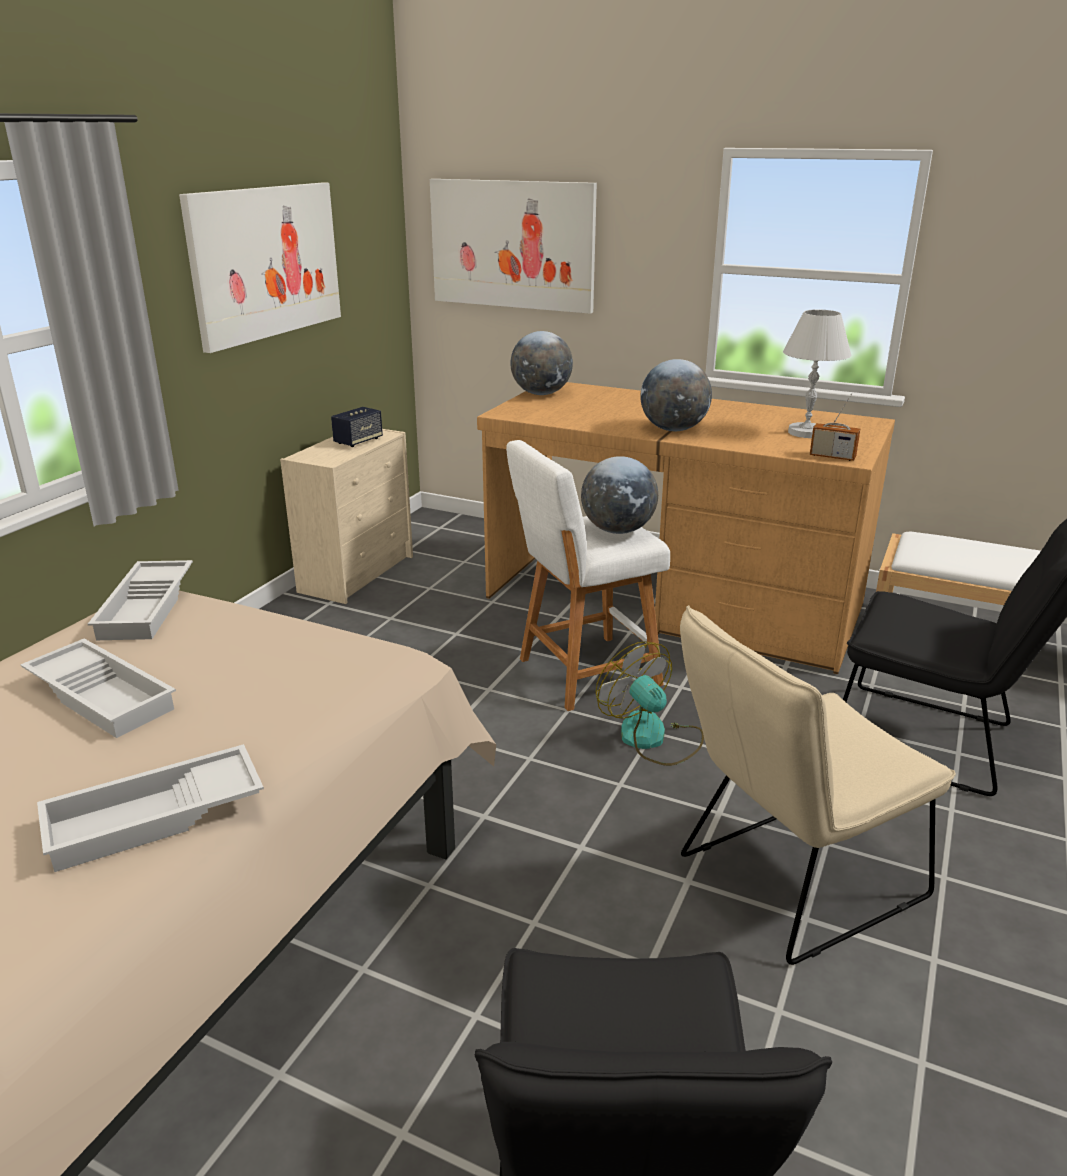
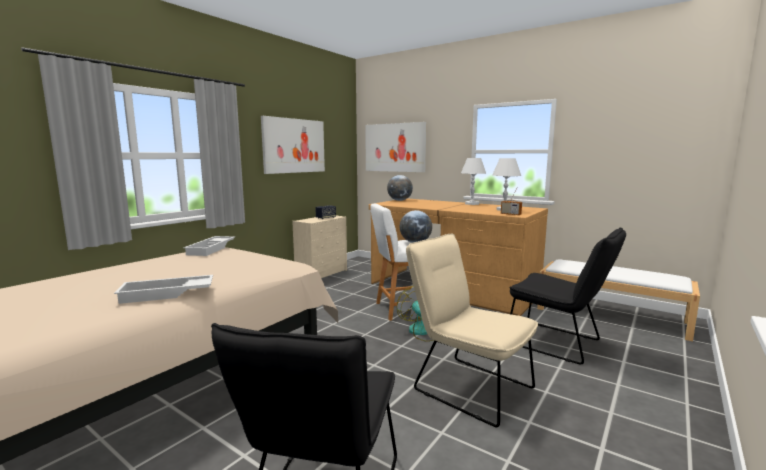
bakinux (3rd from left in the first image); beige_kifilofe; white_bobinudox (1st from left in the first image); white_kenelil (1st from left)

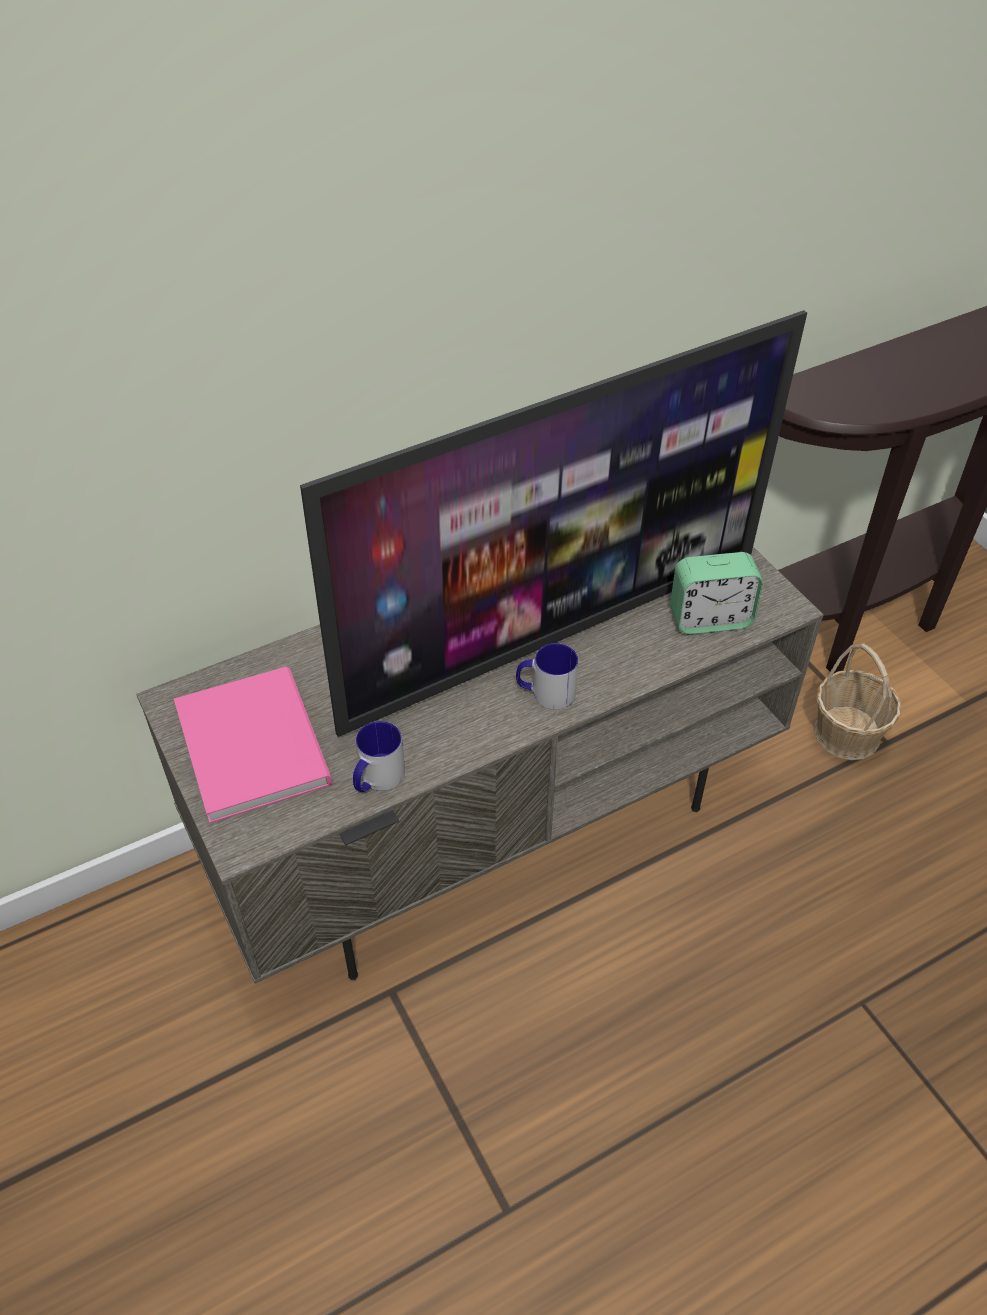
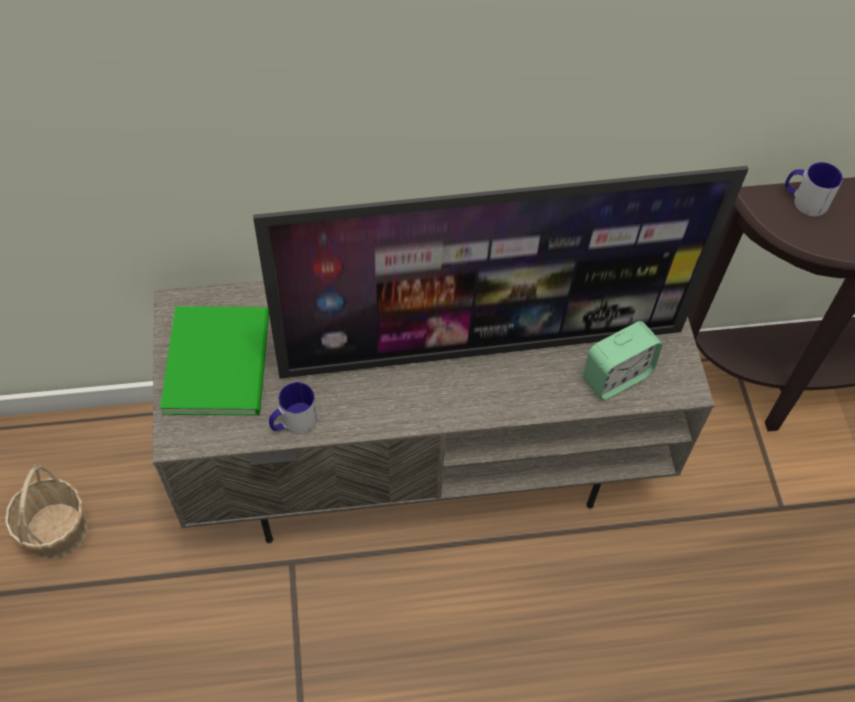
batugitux; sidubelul (2nd from left); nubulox; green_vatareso

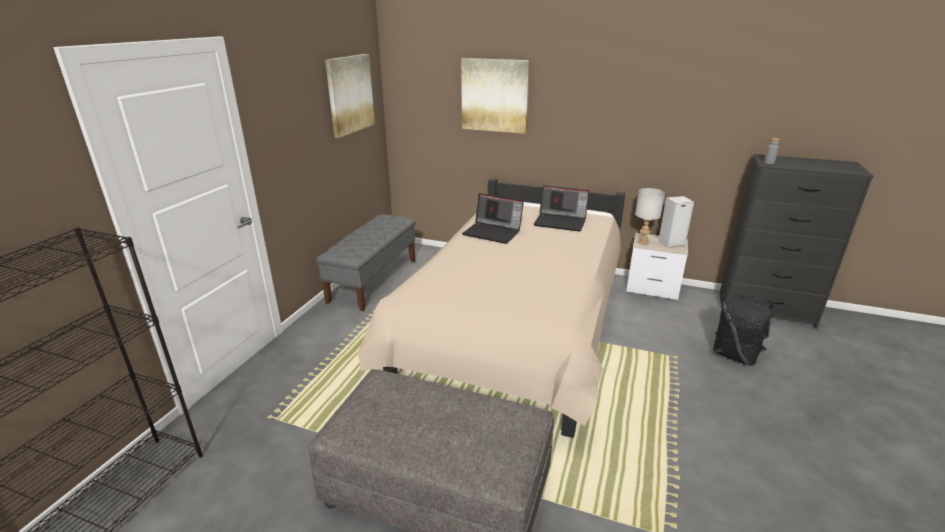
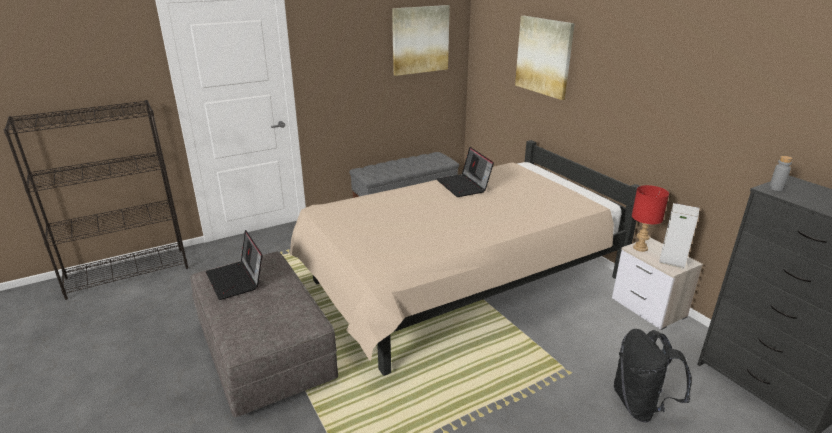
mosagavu (1st from left); red_kenelil

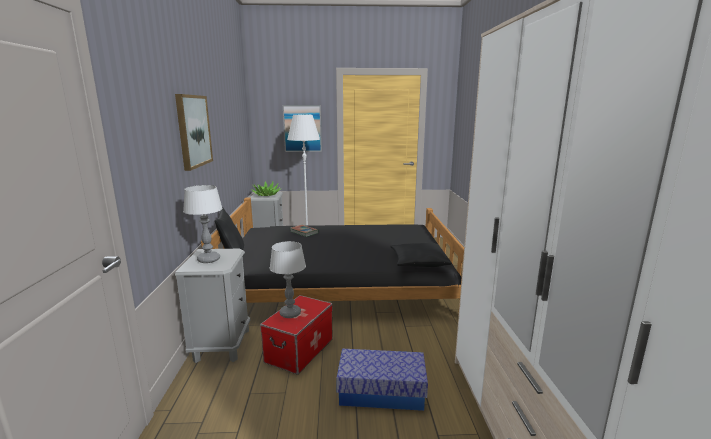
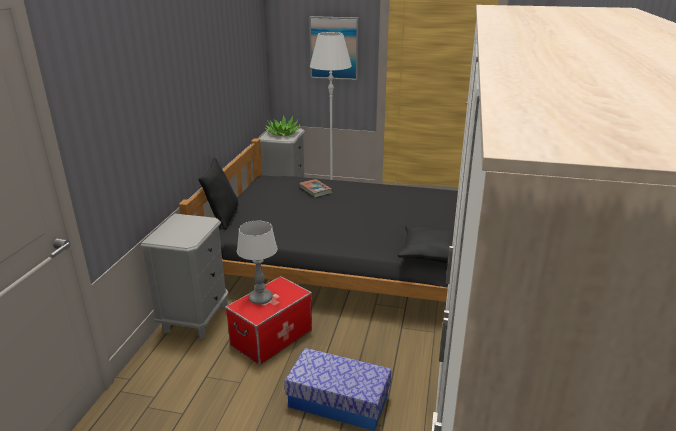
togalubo (1st from left in the first image); kenelil (1st from left in the first image)

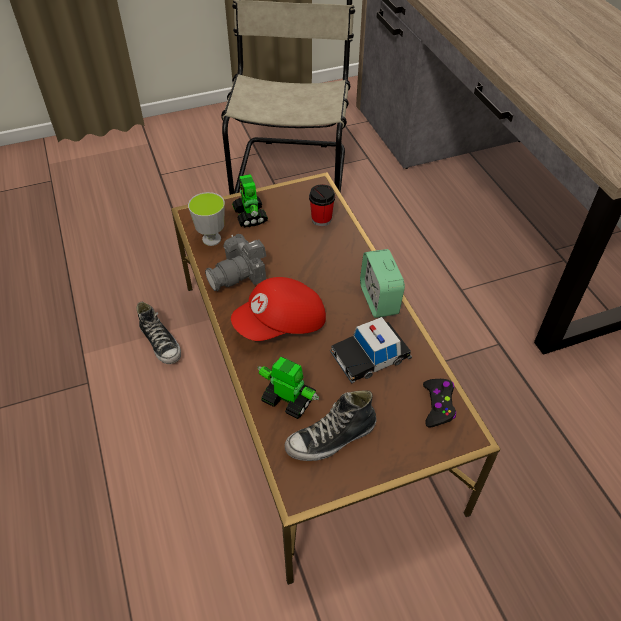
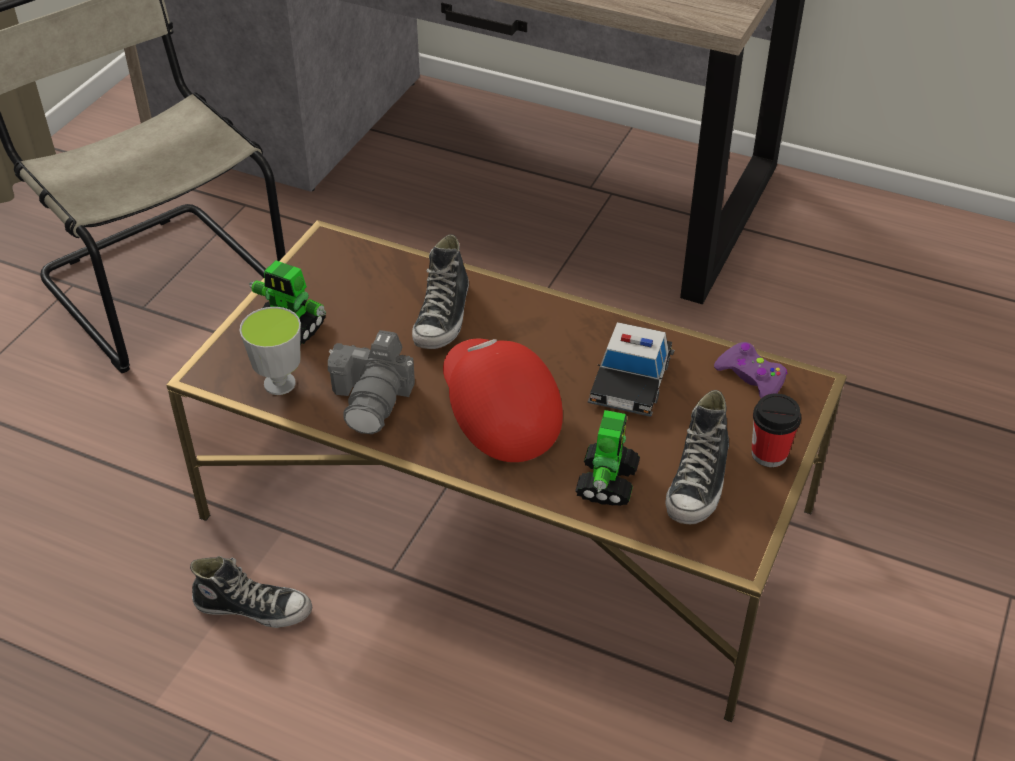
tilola (2nd from left); batugitux; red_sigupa; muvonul (2nd from left); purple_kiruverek; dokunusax (2nd from left)

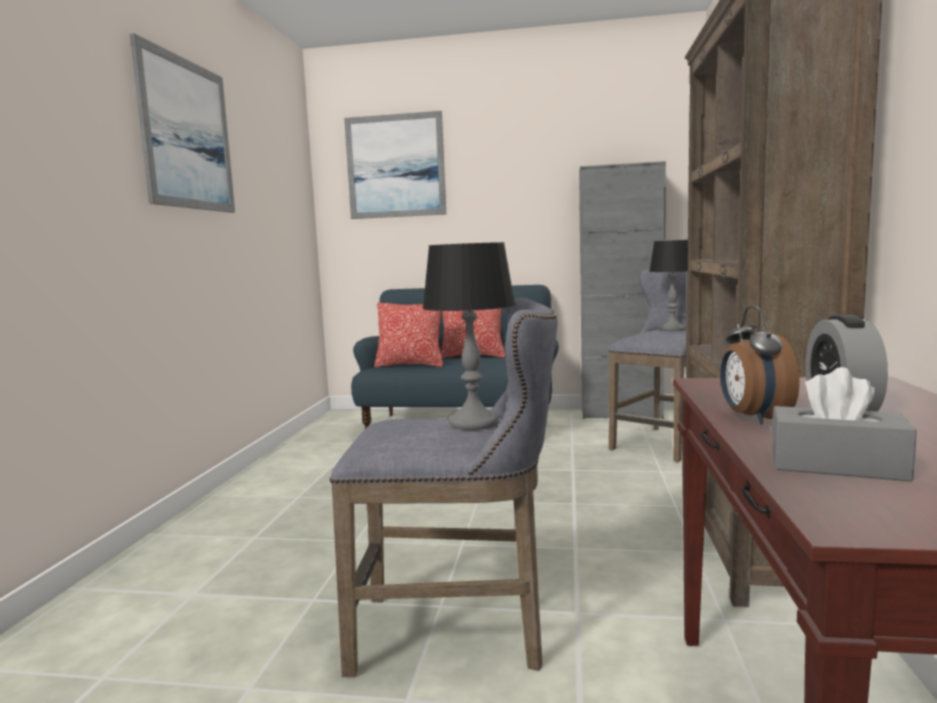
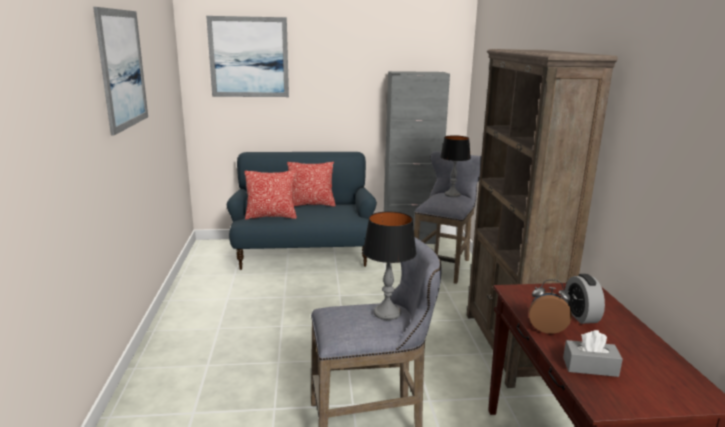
batugitux (1st from left)

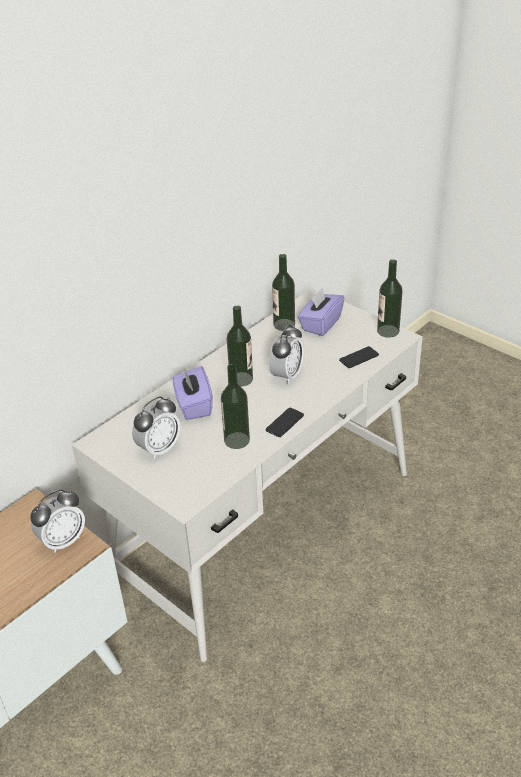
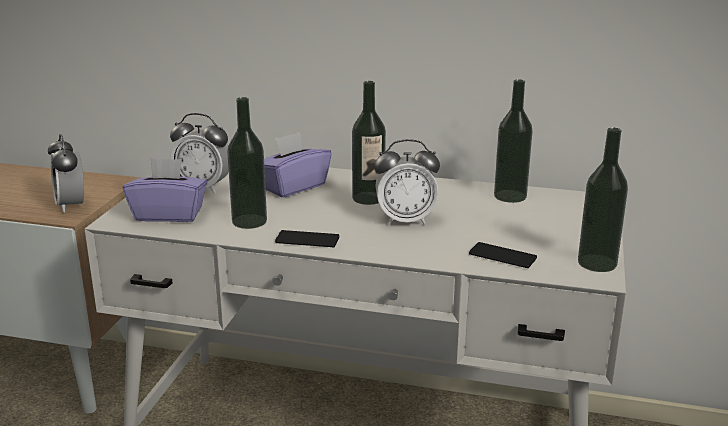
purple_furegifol (1st from left); batugitux (1st from left)

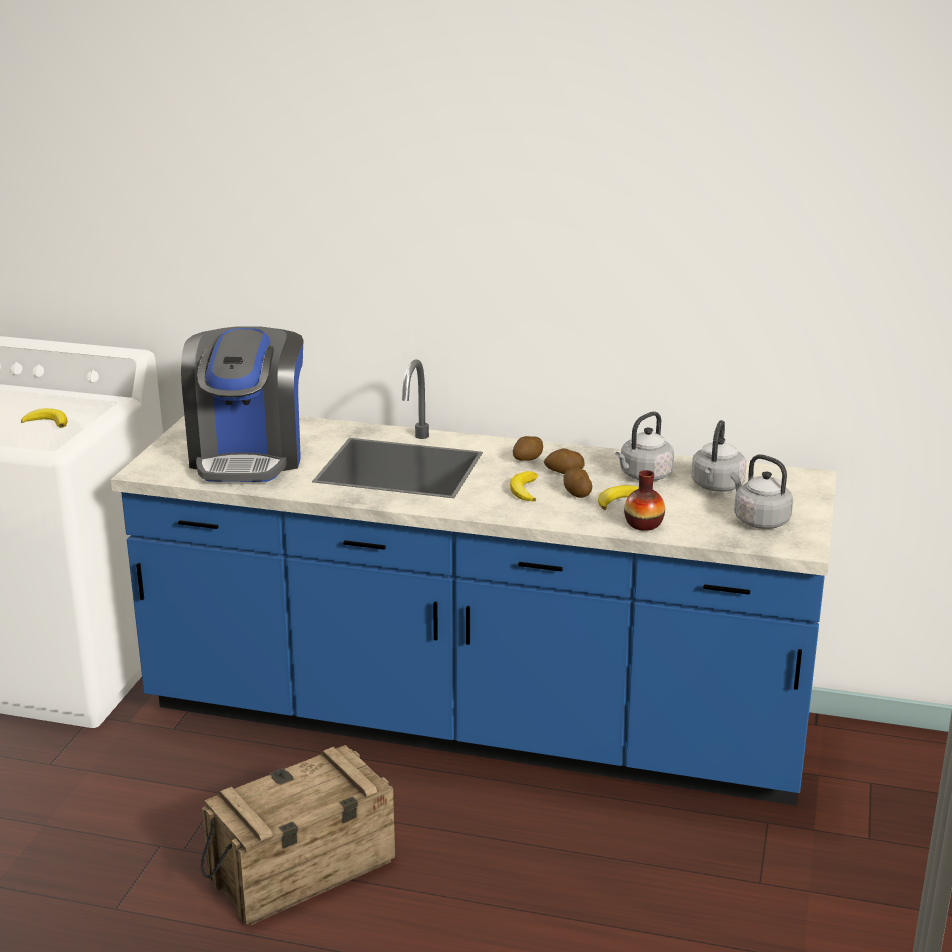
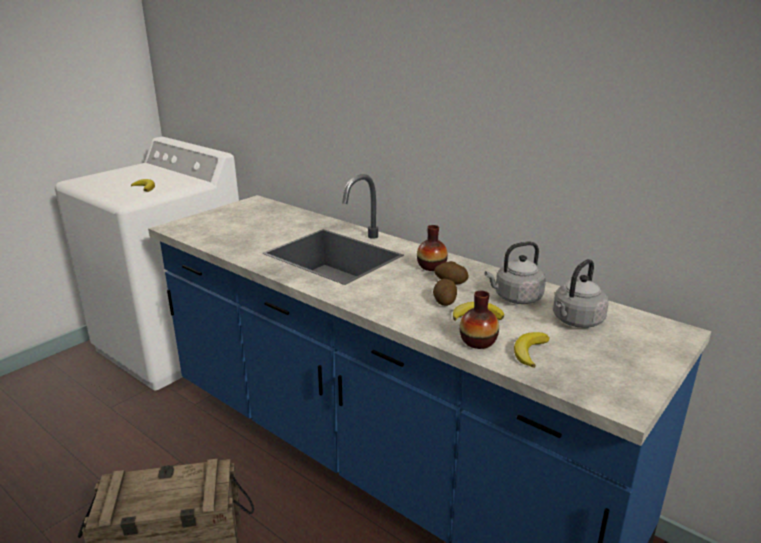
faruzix; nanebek (1st from left); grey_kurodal (3rd from left in the first image); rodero (3rd from left)

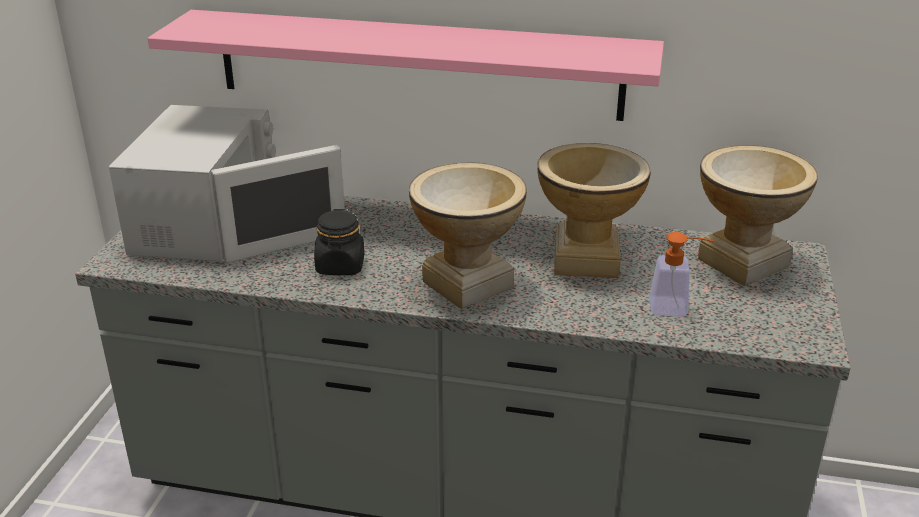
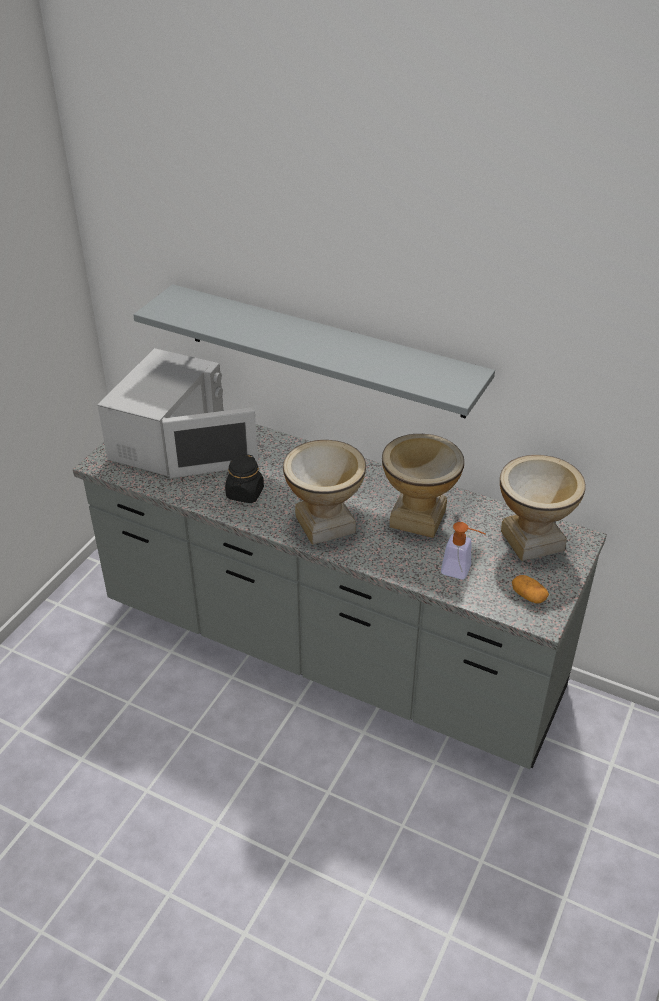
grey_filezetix; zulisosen

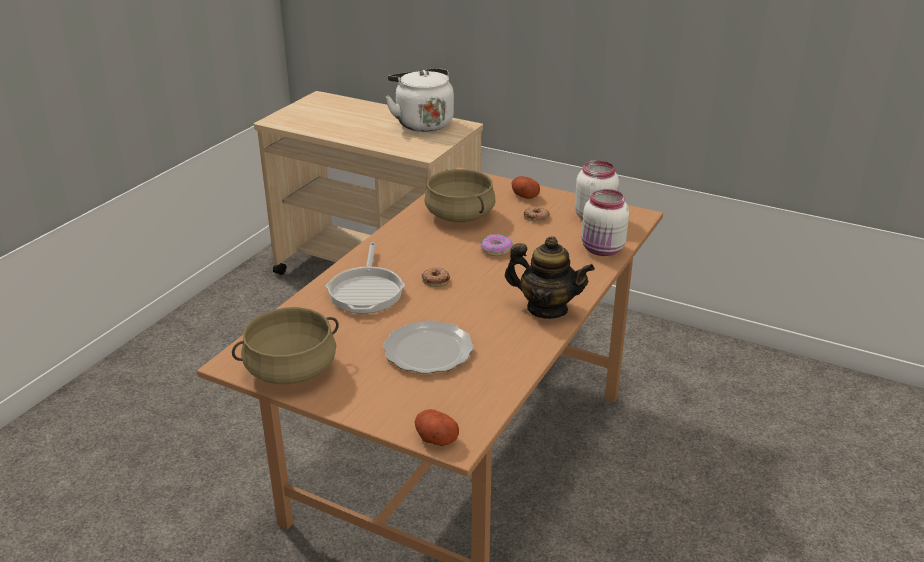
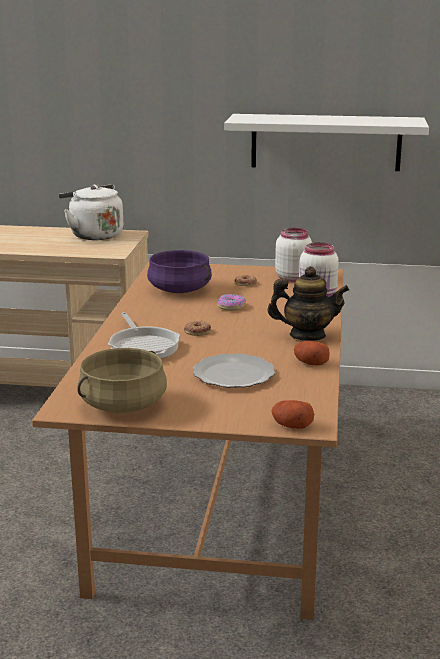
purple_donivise; zulisosen (2nd from left); white_filezetix

